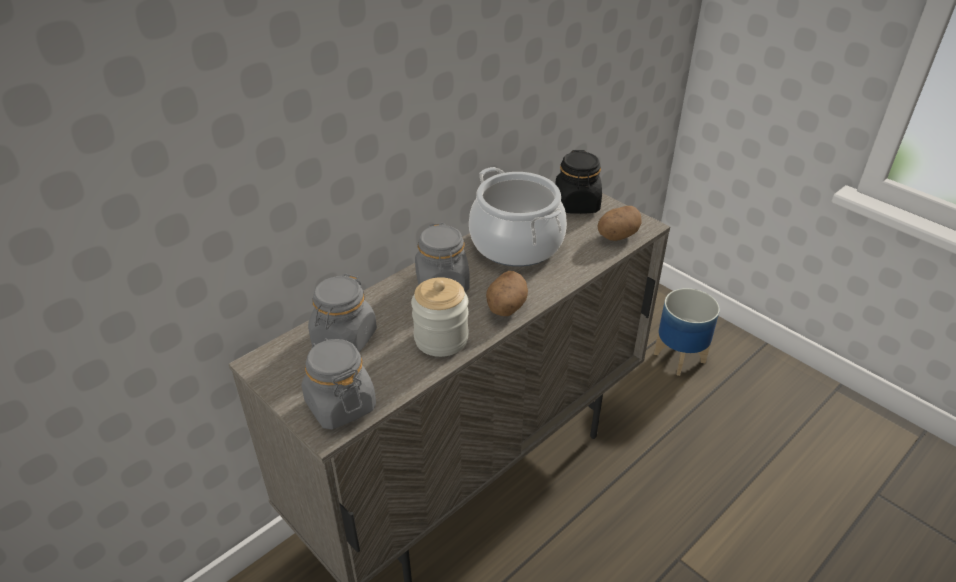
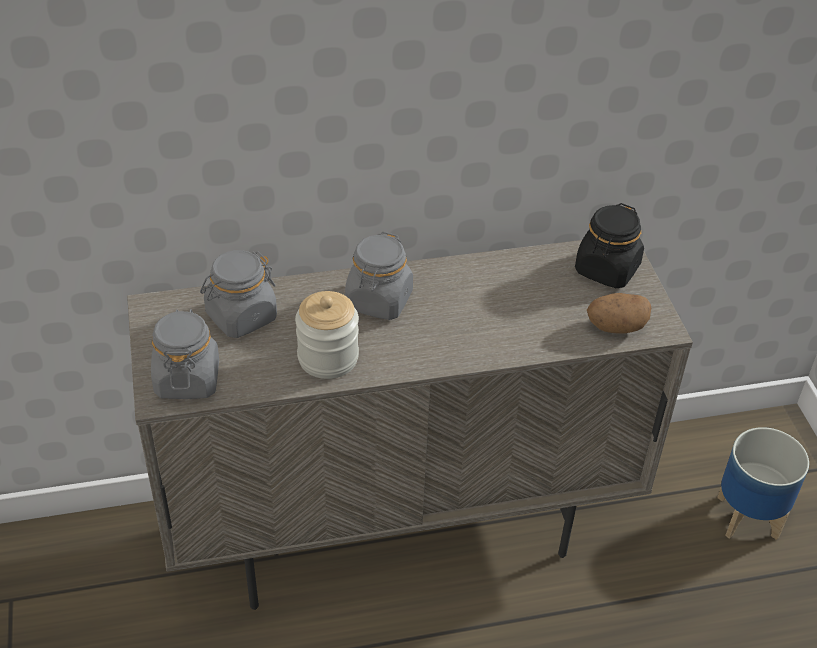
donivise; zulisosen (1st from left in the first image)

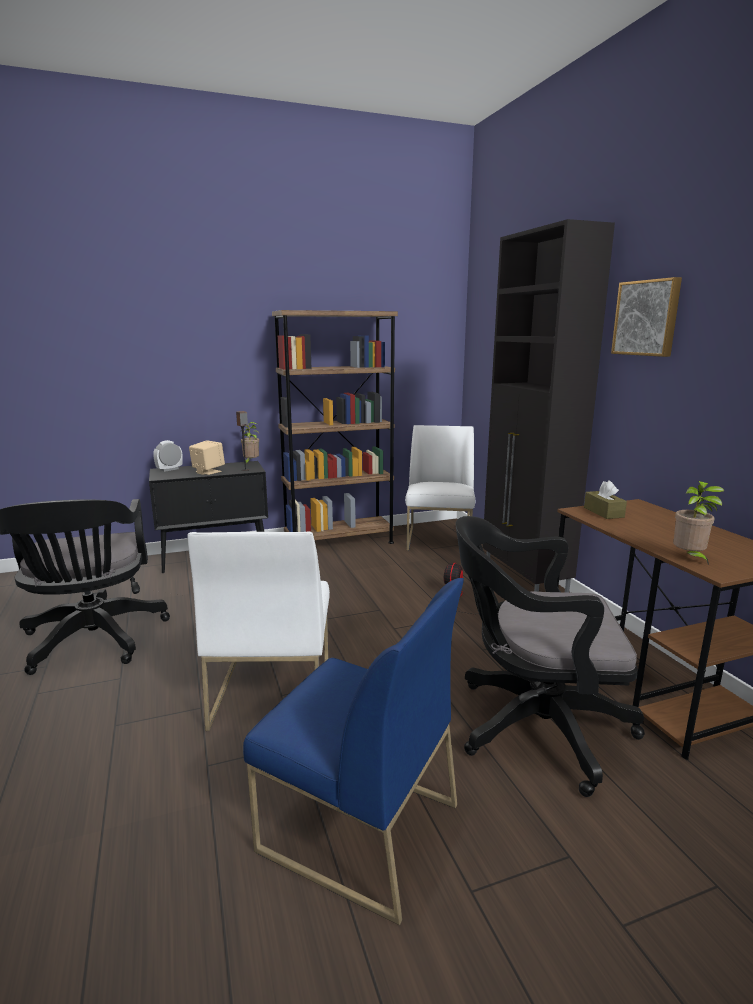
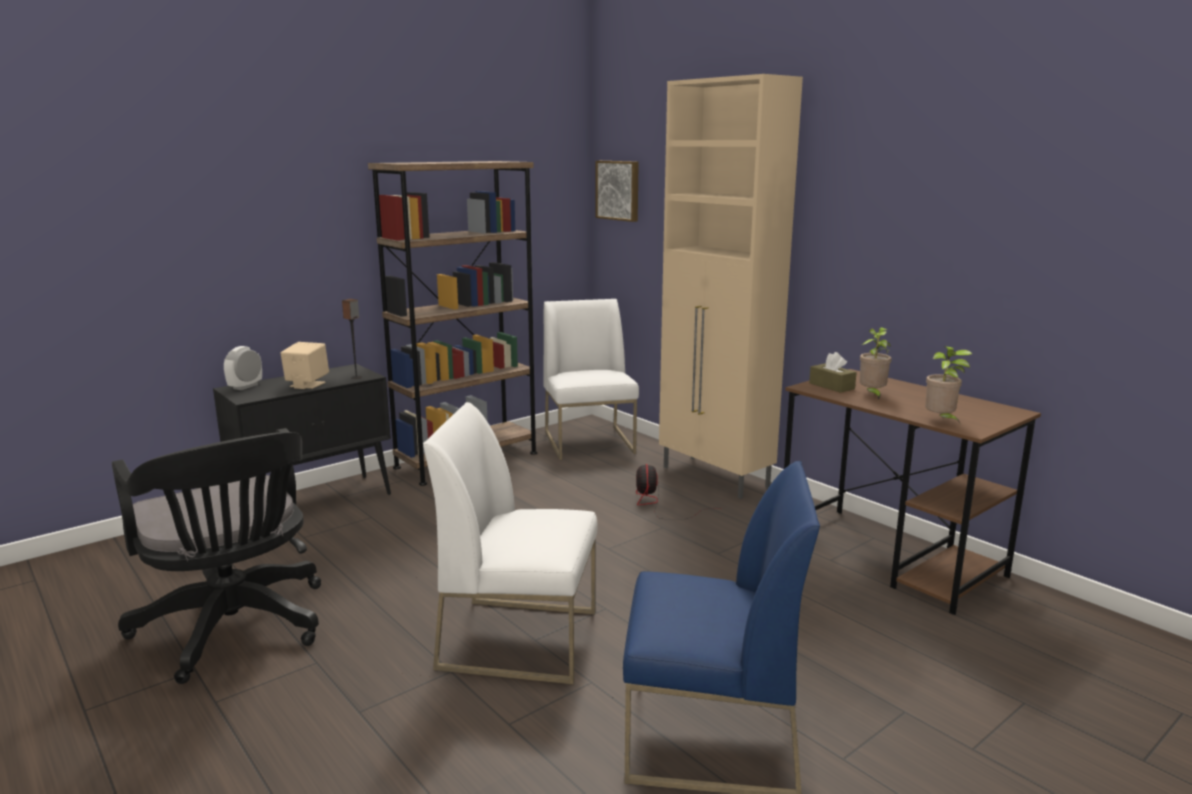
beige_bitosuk; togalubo; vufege (1st from left); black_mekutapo (2nd from left in the first image); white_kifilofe (1st from left)

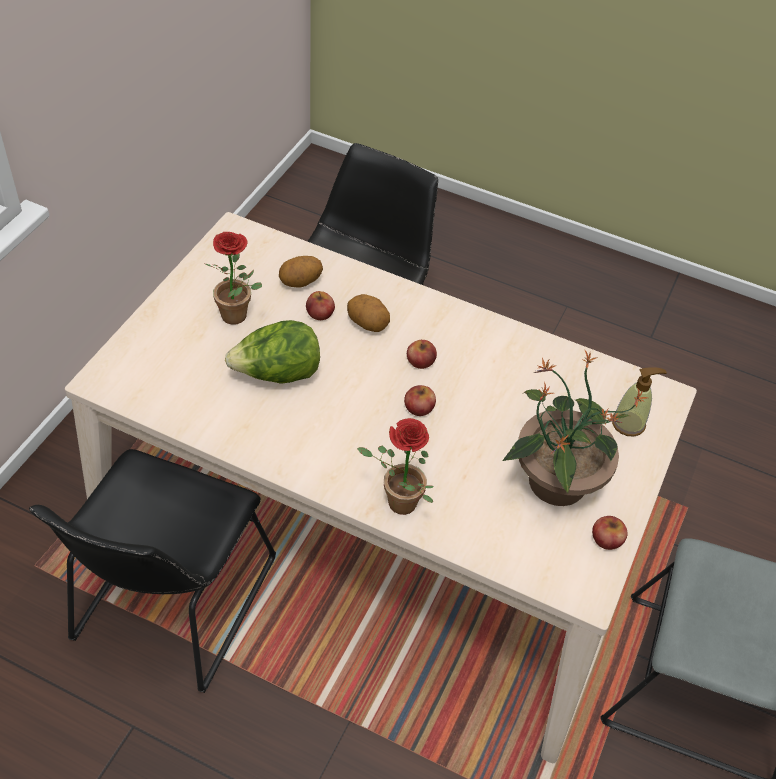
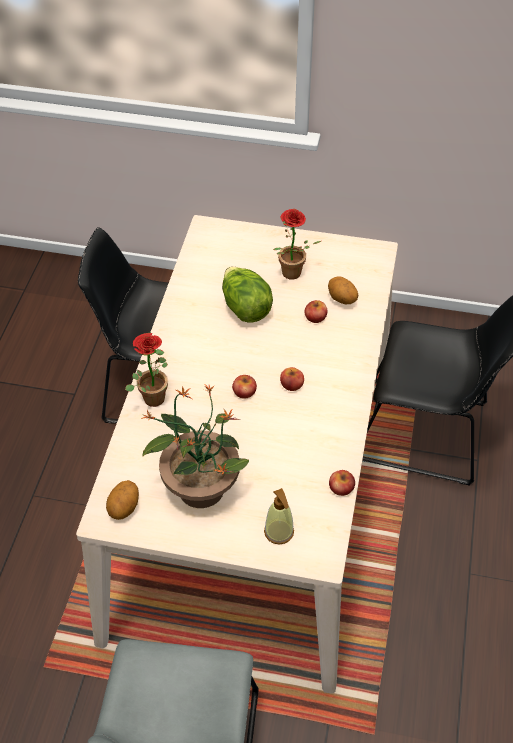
zulisosen (1st from left); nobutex (4th from left)

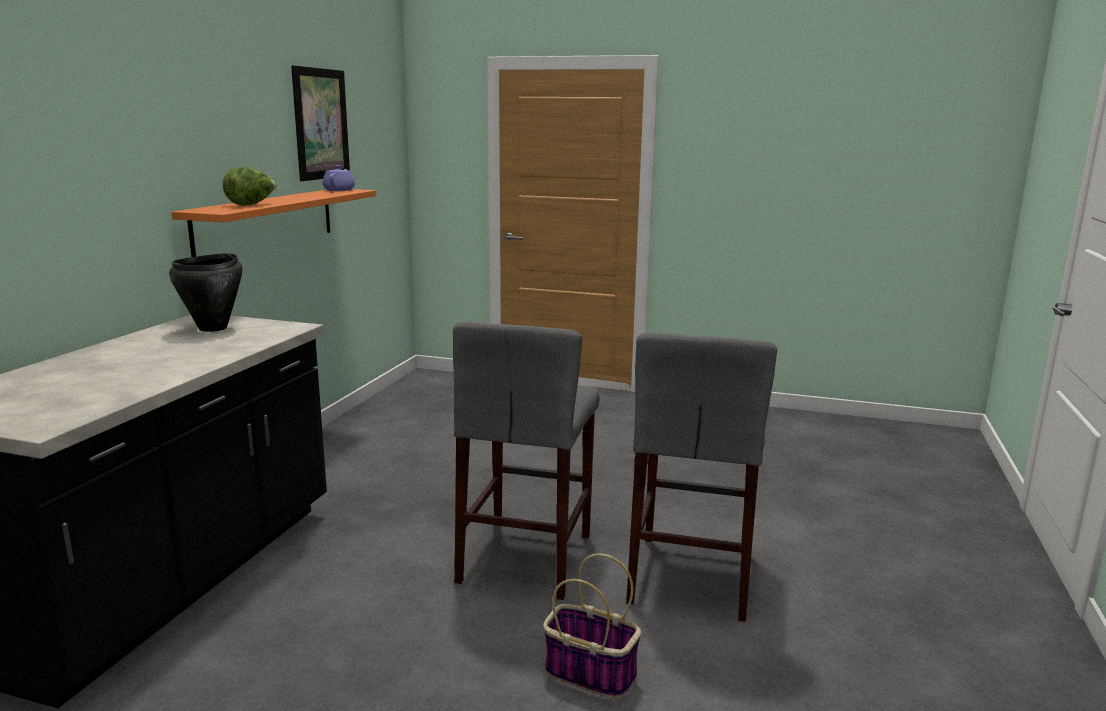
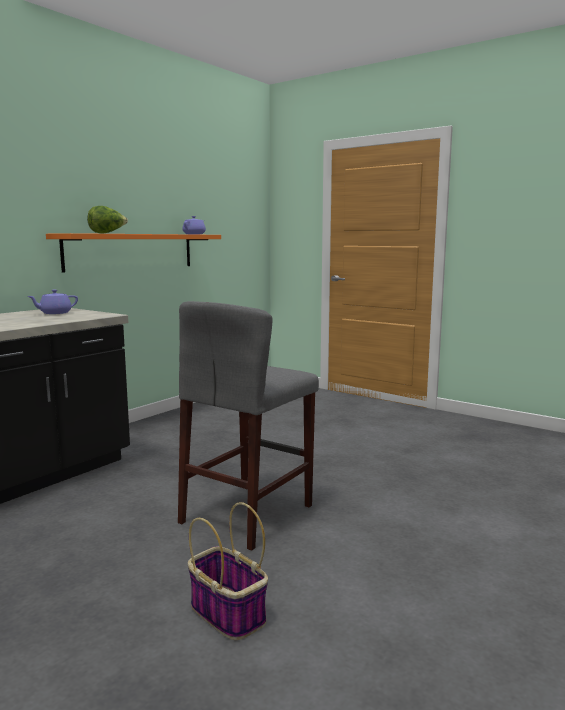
togalubo; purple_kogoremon (1st from left); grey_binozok (2nd from left in the first image)

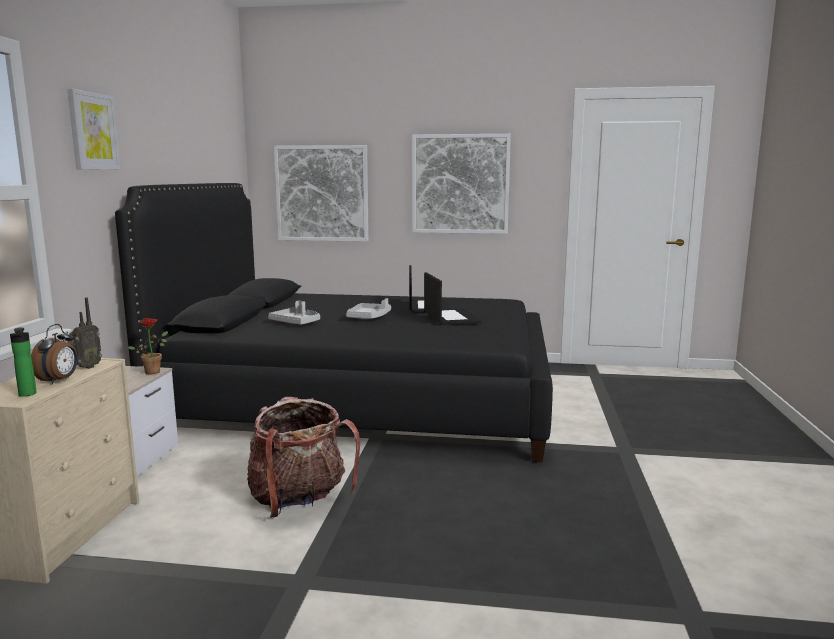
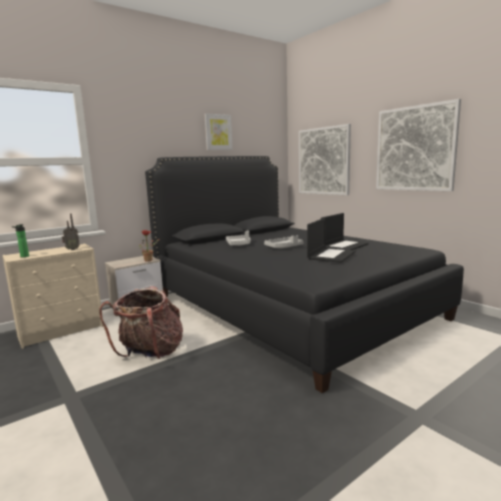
togalubo (1st from left); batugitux

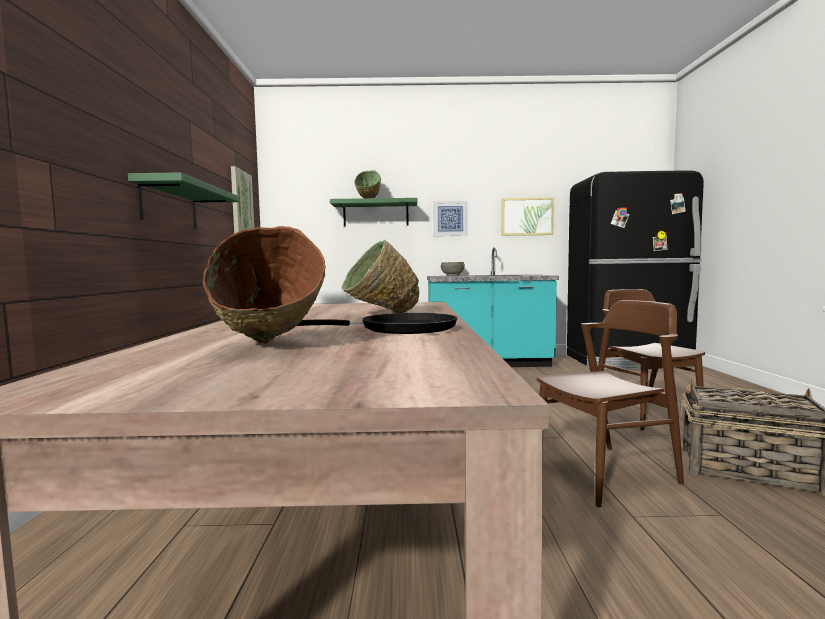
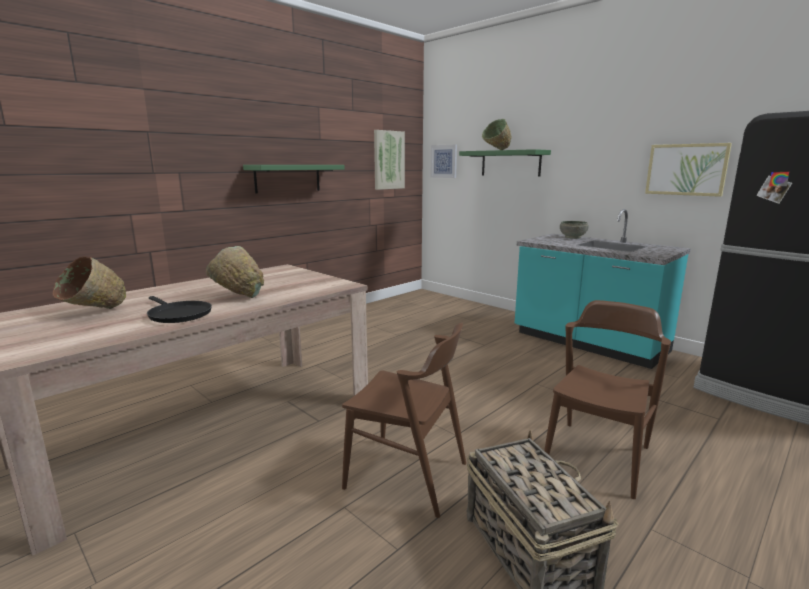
togalubo (2nd from left)

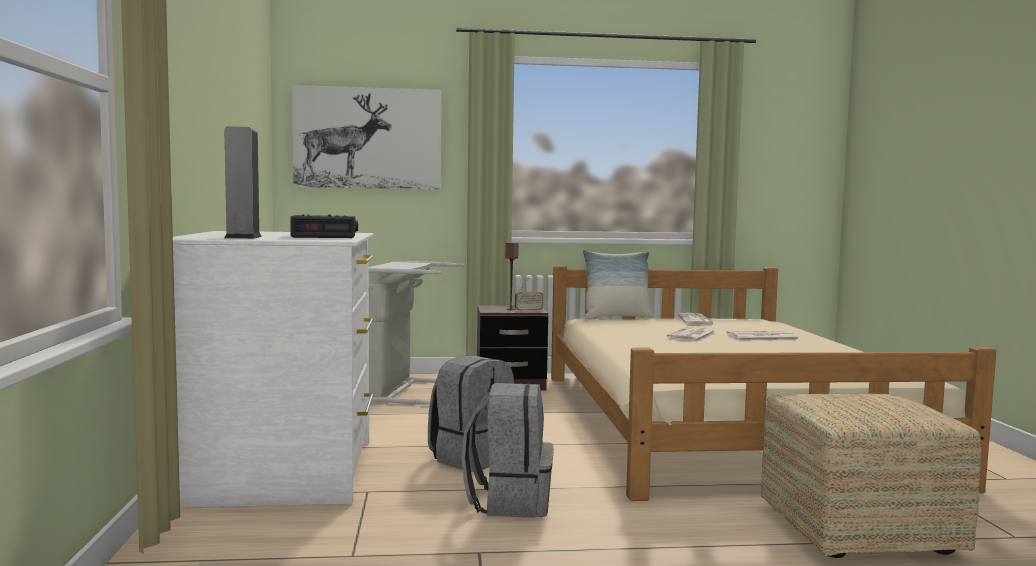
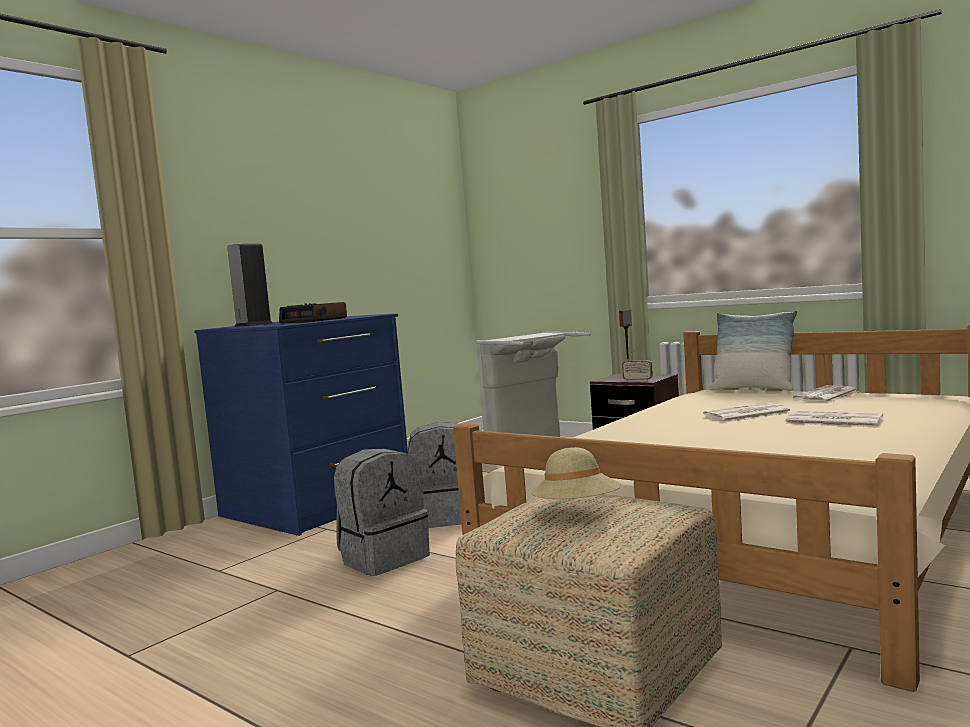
togalubo; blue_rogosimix; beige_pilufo

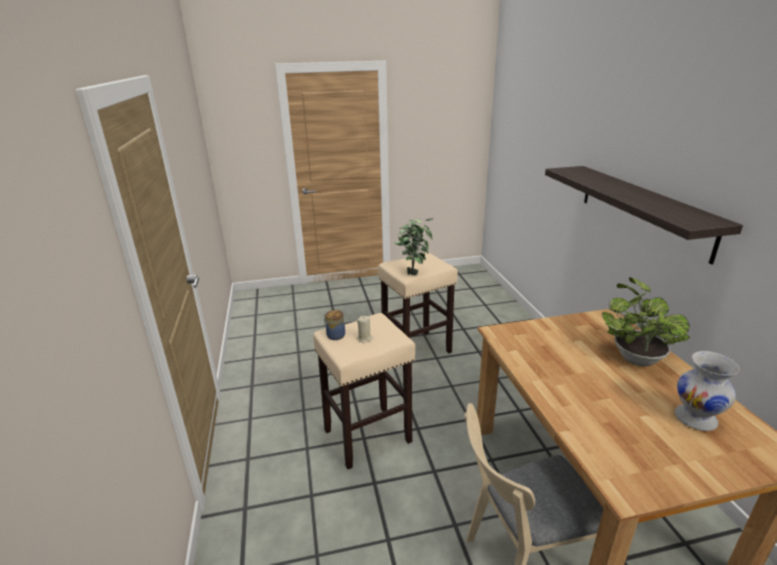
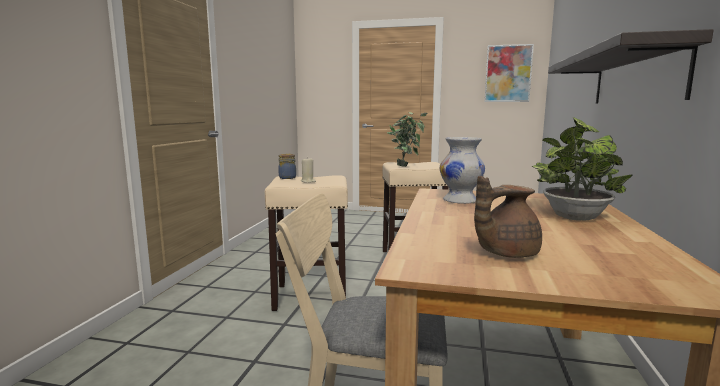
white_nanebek; togalubo; brown_kogoremon

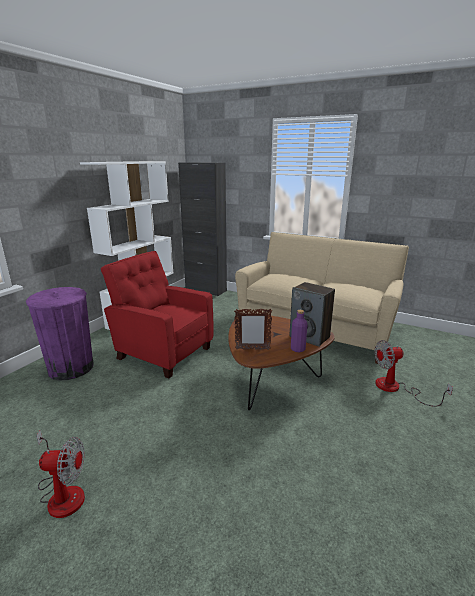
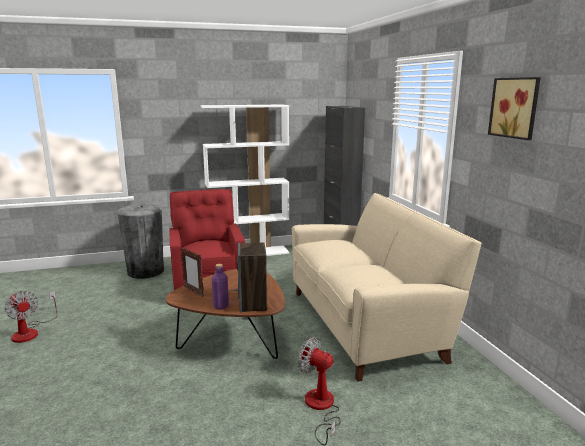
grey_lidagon; togalubo

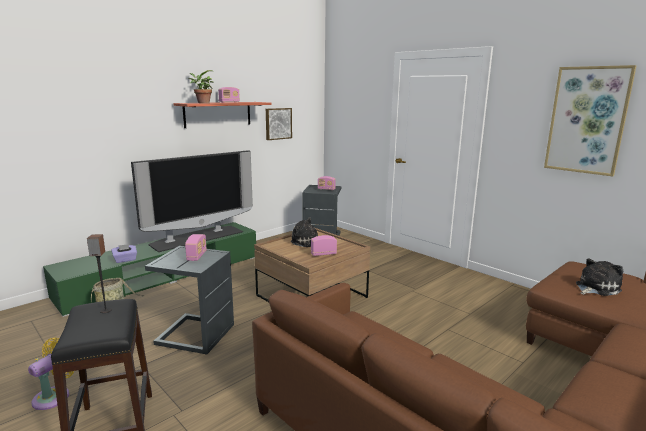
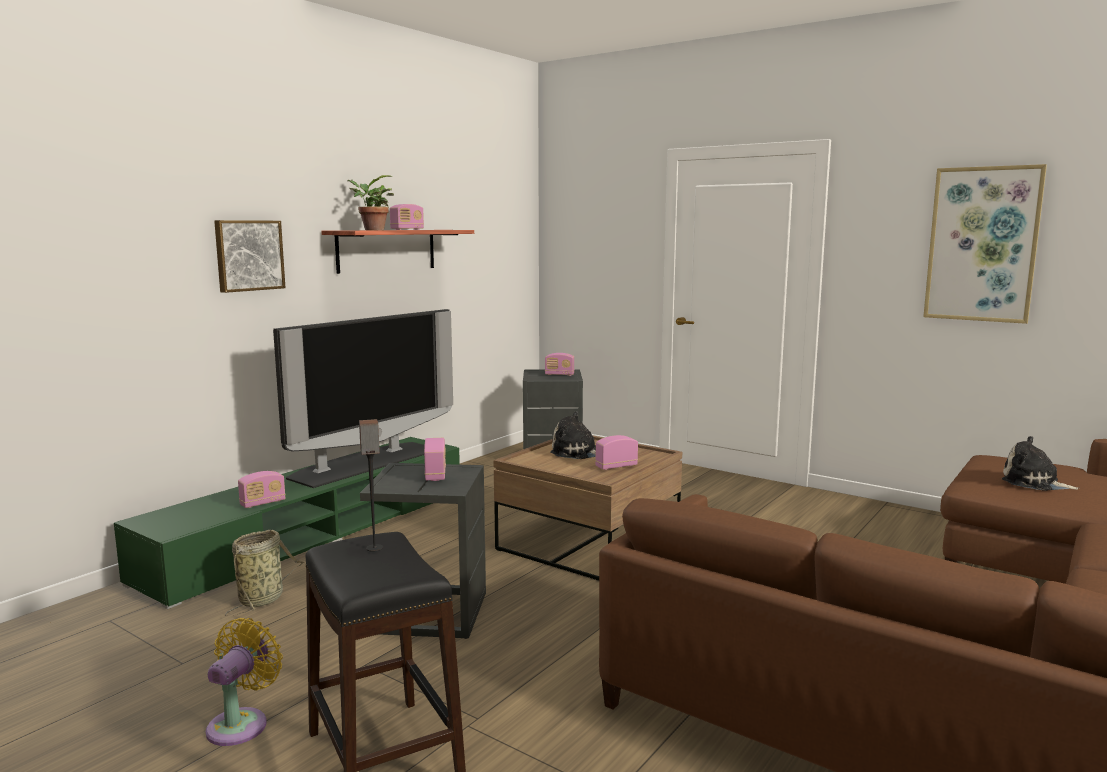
togalubo (1st from left); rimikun (1st from left); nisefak (2nd from left)

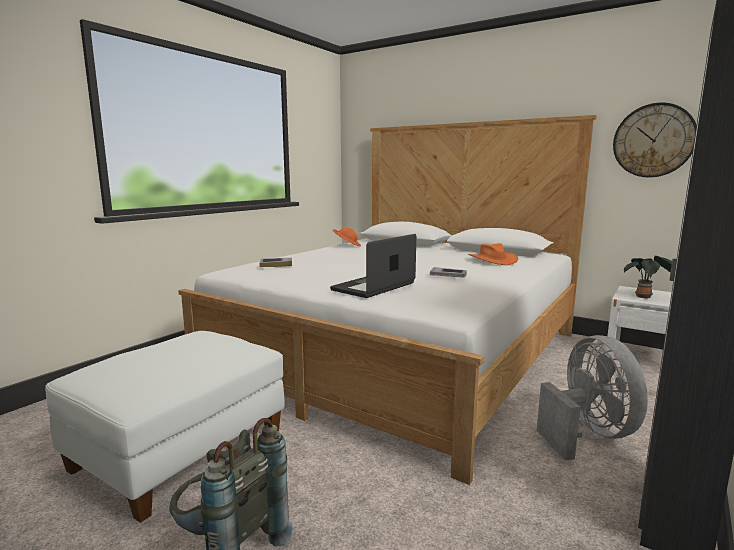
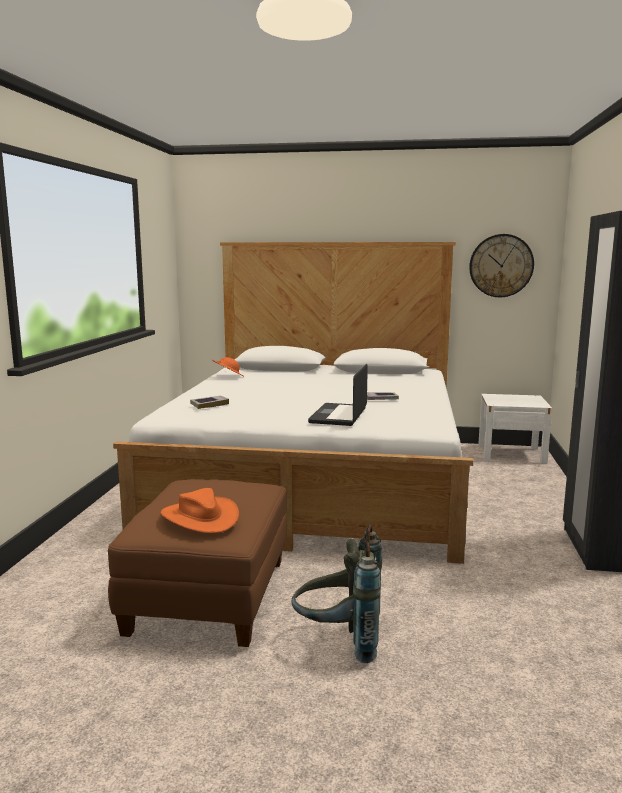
orange_pilufo (1st from left); vufege; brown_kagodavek; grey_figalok

